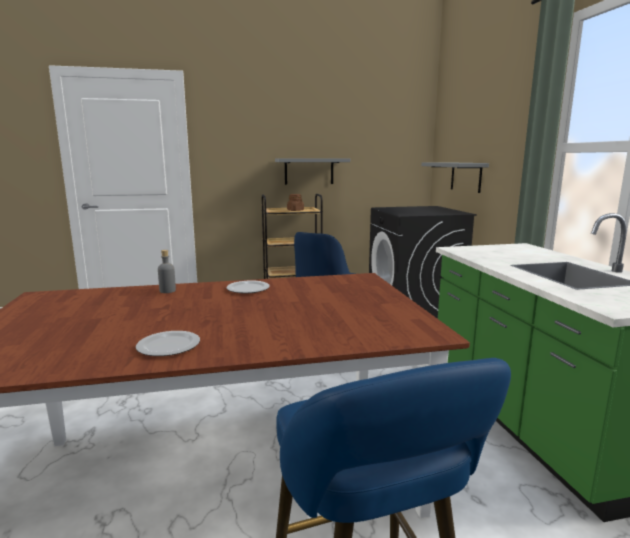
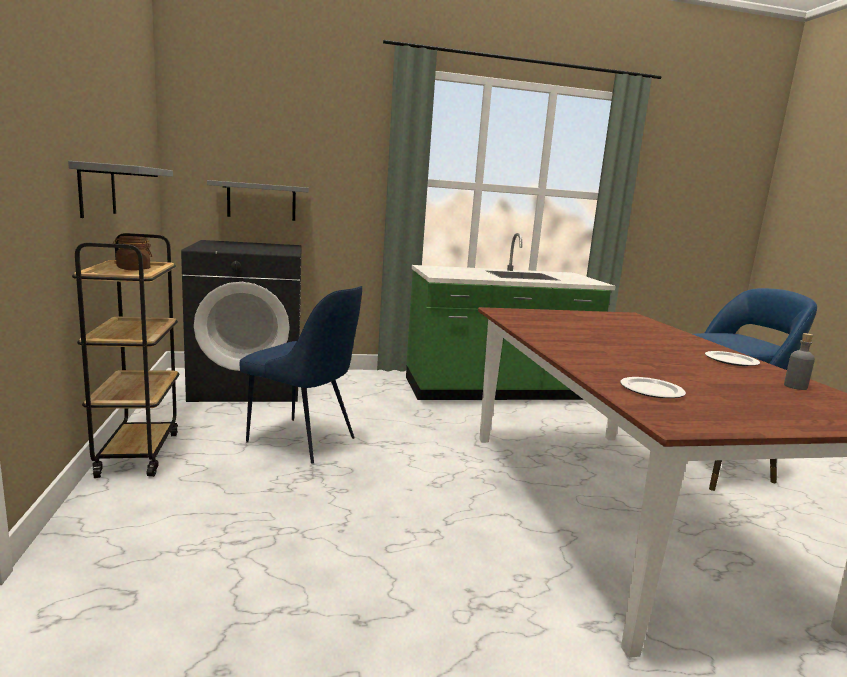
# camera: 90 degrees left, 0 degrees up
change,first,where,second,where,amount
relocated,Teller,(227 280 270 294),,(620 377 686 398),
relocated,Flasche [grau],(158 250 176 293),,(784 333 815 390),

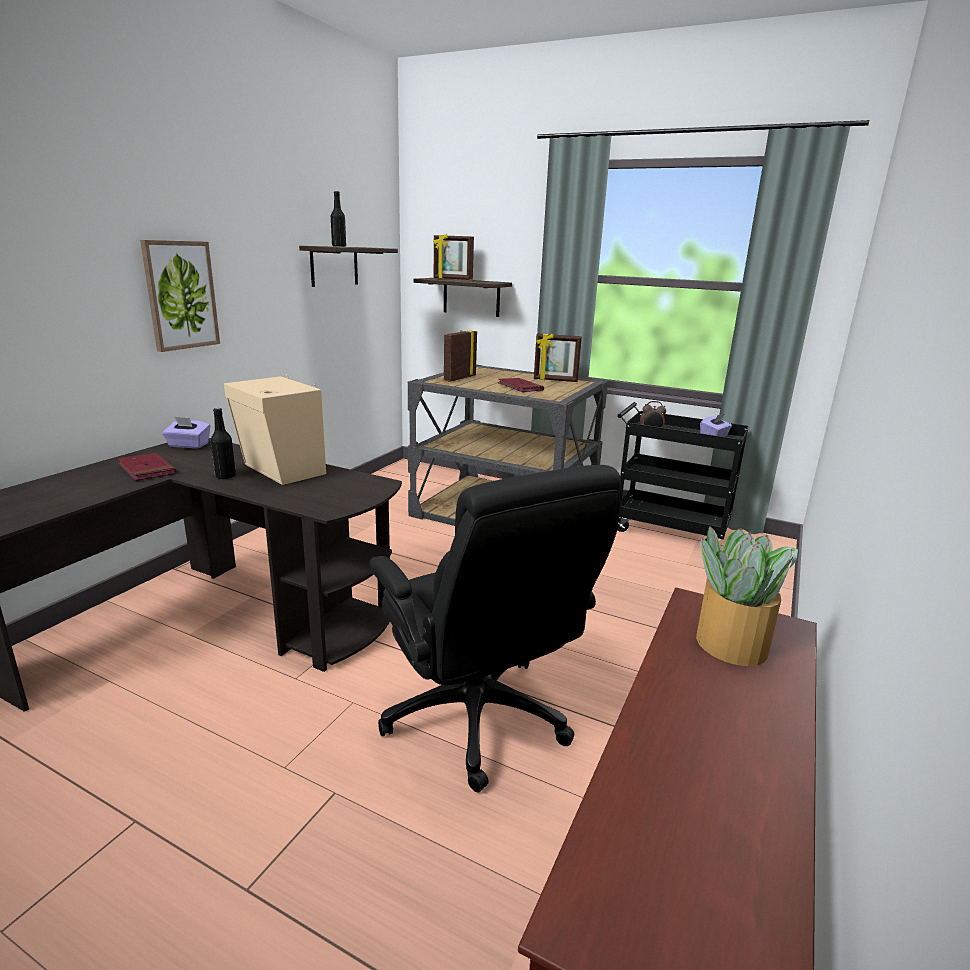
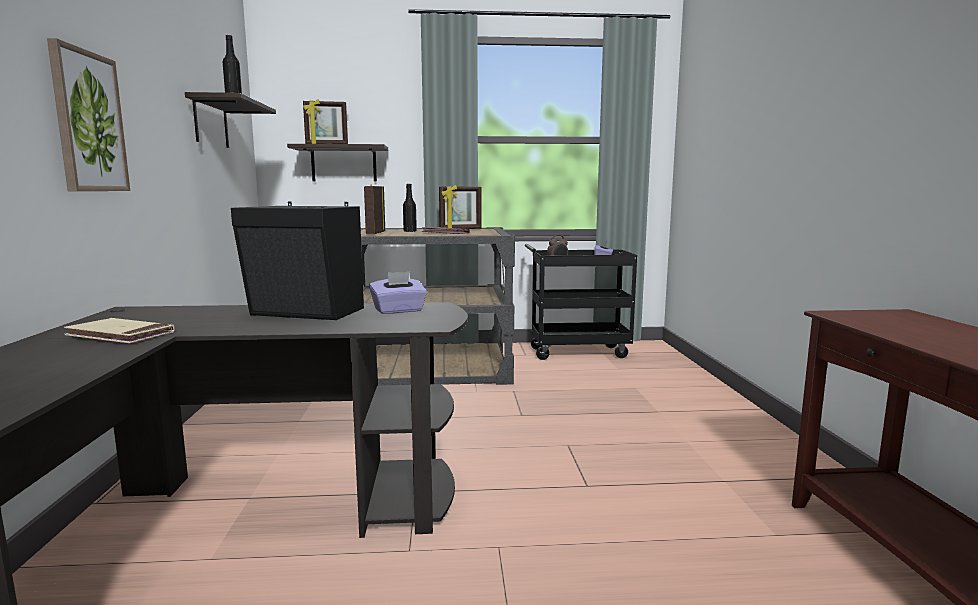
# camera: 30 degrees left, 10 degrees down
change,first,where,second,where,amount
colour,Buch [rot],(118 453 176 481),Buch [beige],(64 318 174 343),
colour,Lautsprecher [beige],(224 374 326 485),Lautsprecher [schwarz],(231 202 364 320),
relocated,Taschentuchbox [lila],(162 416 210 449),,(369 272 427 314),
relocated,Flasche [schwarz],(211 408 236 479),,(403 184 417 232),
missing,Bürostuhl [schwarz],(369 465 621 792),,,
missing,Topfpflanze,(696 526 798 666),,,

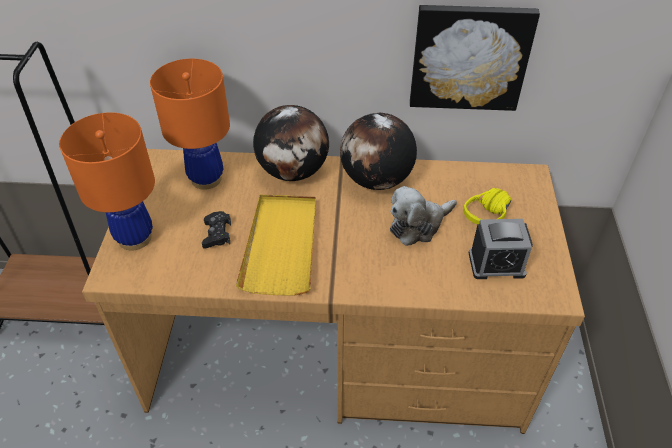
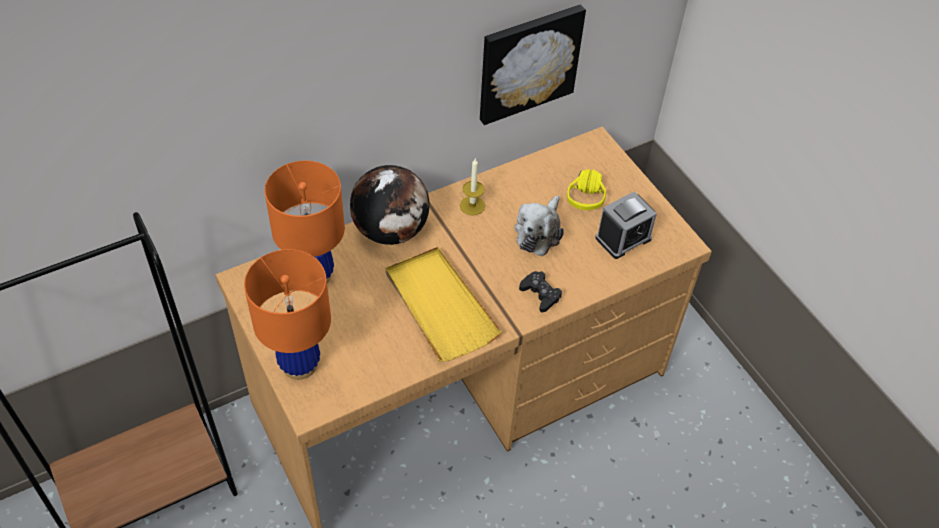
# camera: 35 degrees left, 5 degrees up
change,first,where,second,where,amount
exchanged,Globus,(340 113 417 190),Kerze,(460 159 485 216),
relocated,Gamepad [schwarz],(202 211 231 248),,(519 271 562 312),

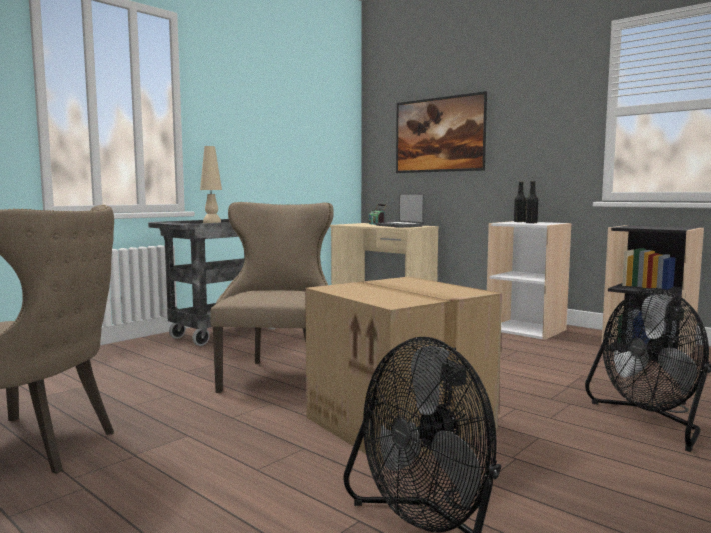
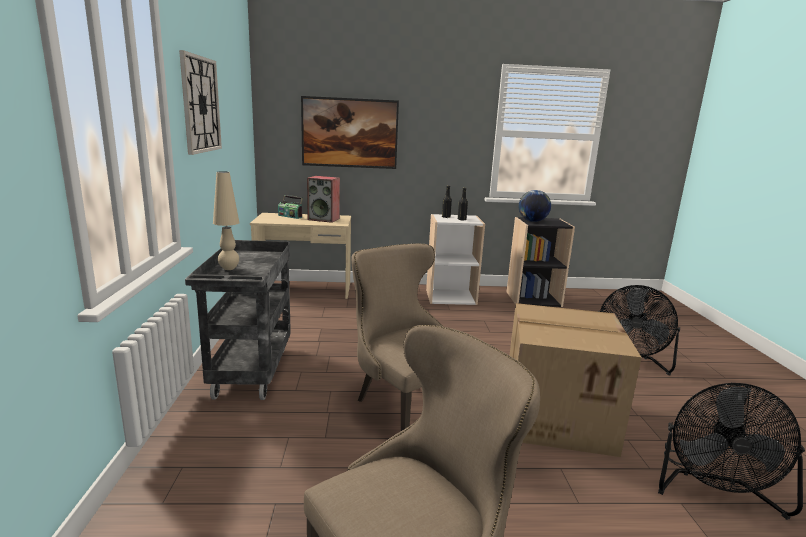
# camera: 45 degrees left, 10 degrees up
change,first,where,second,where,amount
appeared,,,Wanduhr,(179 50 222 155),
exchanged,Laptop,(376 194 425 228),Lautsprecher,(307 176 340 223),
appeared,,,Globus,(519 190 551 222),

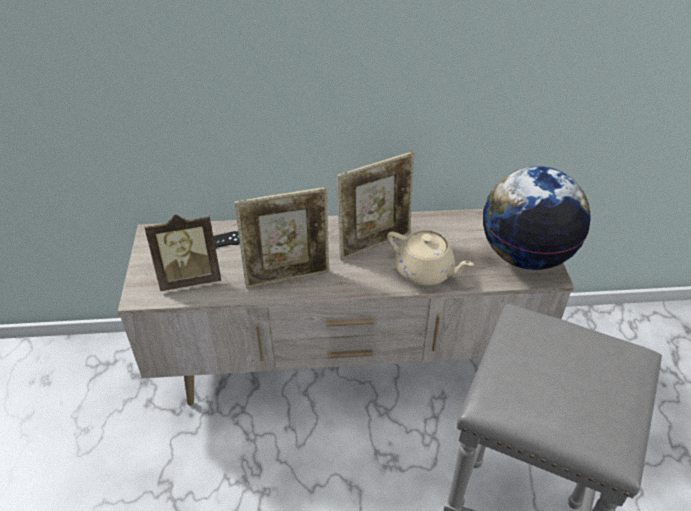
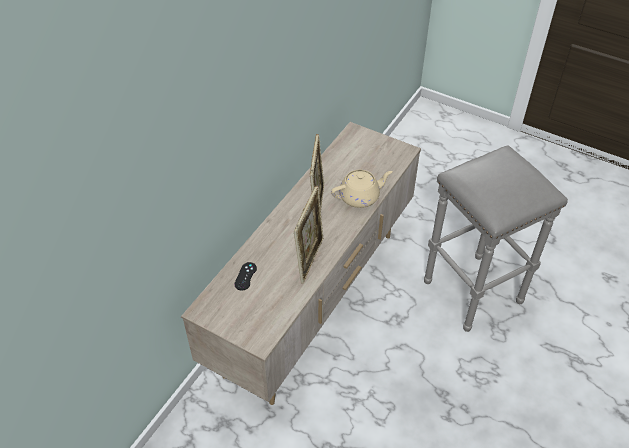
# camera: 55 degrees left, 5 degrees up
change,first,where,second,where,amount
missing,Bilderrahmen,(145 214 221 291),,,
missing,Globus,(483 166 591 270),,,

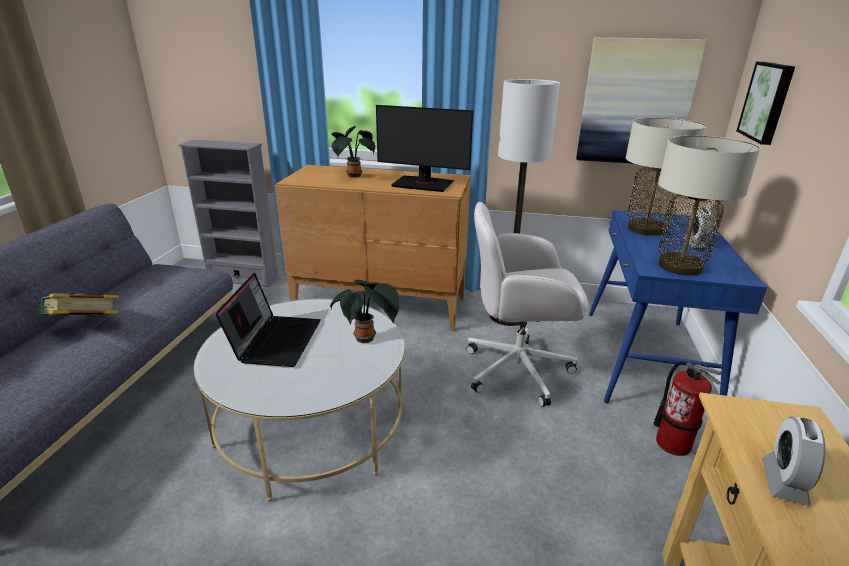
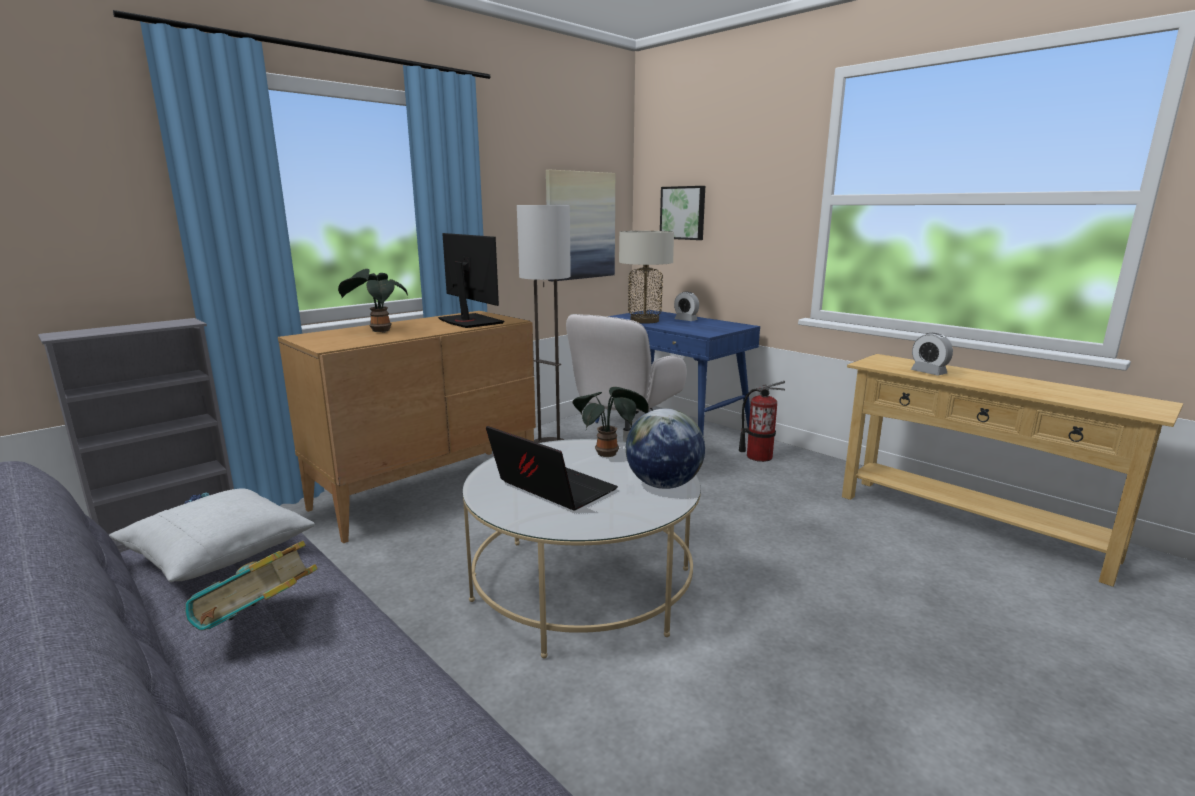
# camera: 55 degrees left, 10 degrees down
change,first,where,second,where,amount
appeared,,,Kissen [grau],(109 488 315 582),
spun,Monitor,(376 105 473 192),,(438 233 505 328),90 degrees counterclockwise
appeared,,,Globus,(626 408 705 489),
missing,Tischlampe,(658 135 761 275),,,

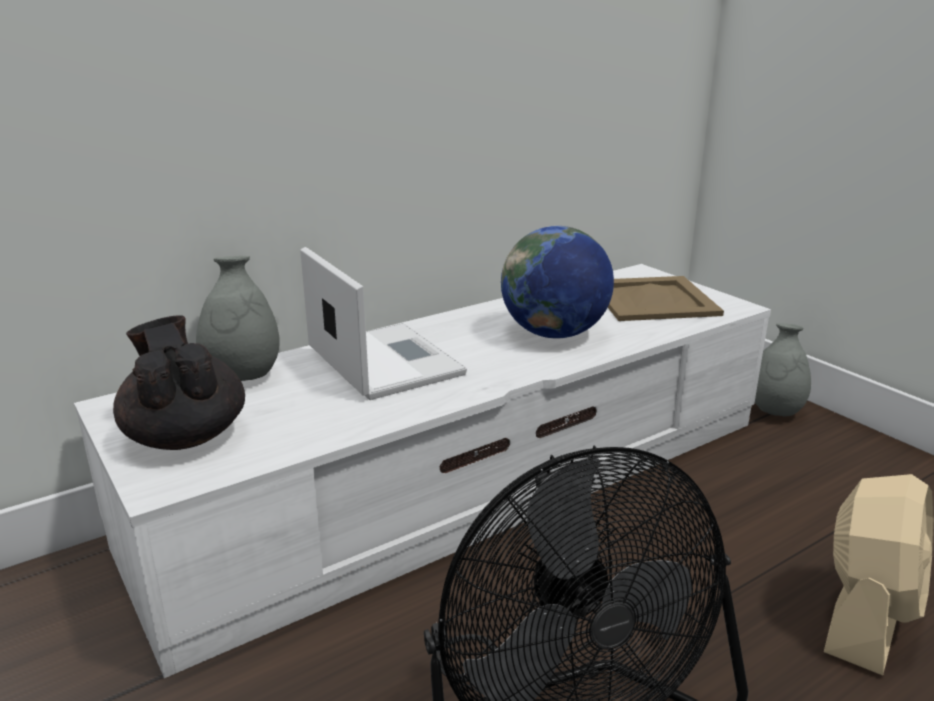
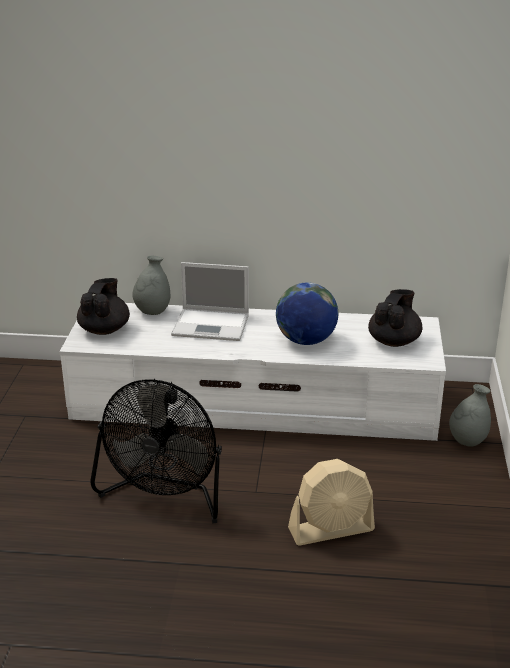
# camera: 40 degrees right, 5 degrees up
change,first,where,second,where,amount
spun,Laptop,(300 247 467 400),,(171 262 249 341),90 degrees clockwise
exchanged,Tablett [beige],(608 276 724 321),Teekanne [schwarz],(368 289 422 347),

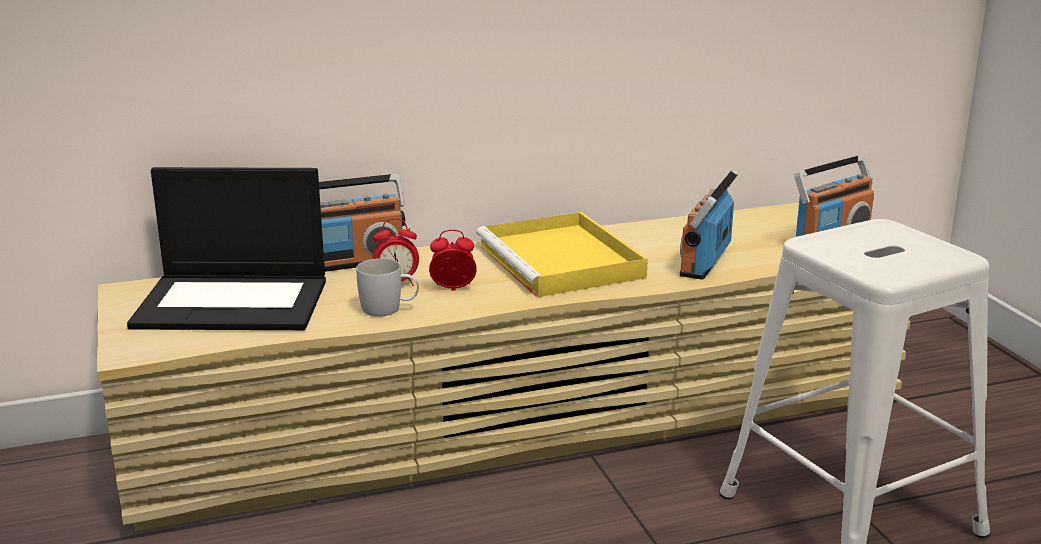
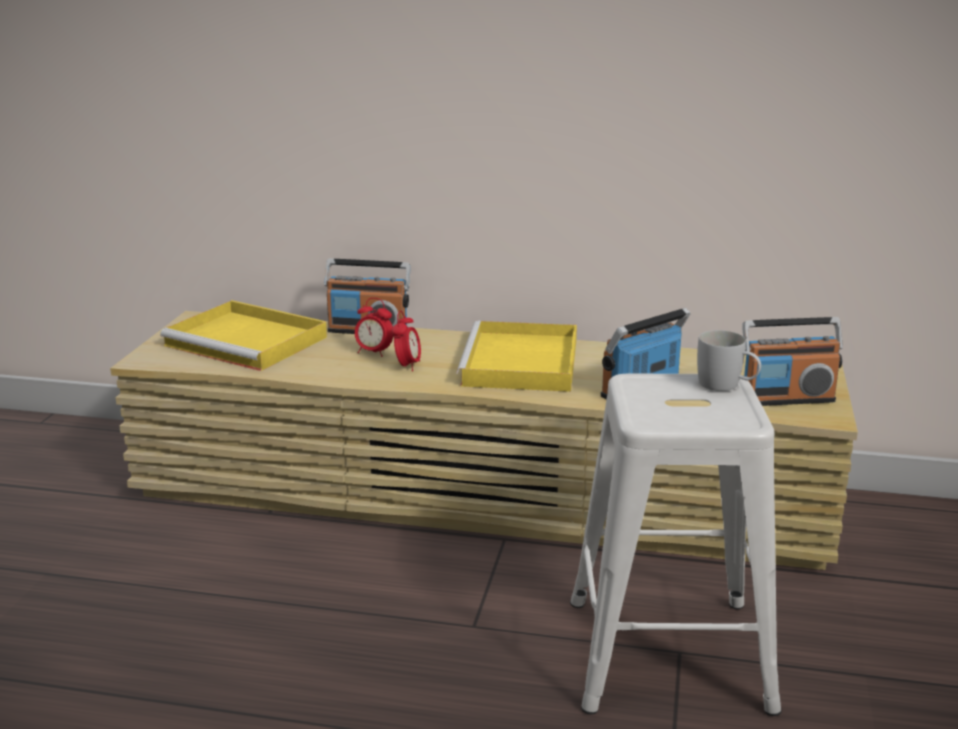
# camera: 30 degrees right, 0 degrees up
change,first,where,second,where,amount
exchanged,Laptop,(127 167 326 330),Tablett [gelb],(160 300 327 371),
spun,Wecker,(429 230 477 291),,(392 311 421 371),75 degrees clockwise
relocated,Henkelbecher [weiß],(356 258 419 317),,(697 330 761 391),

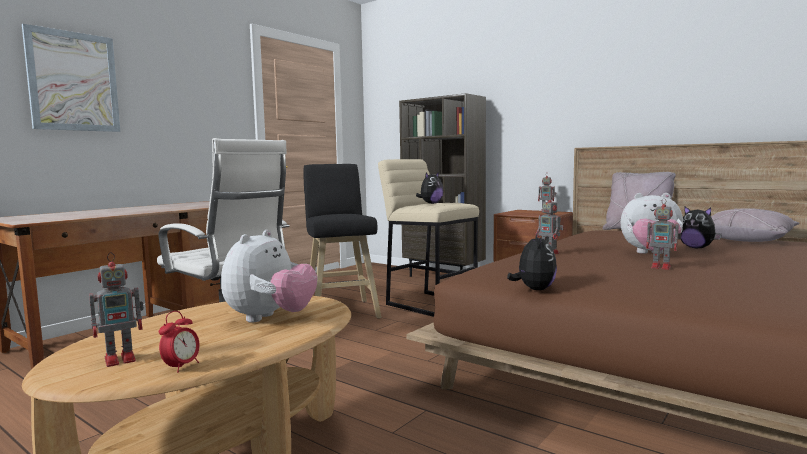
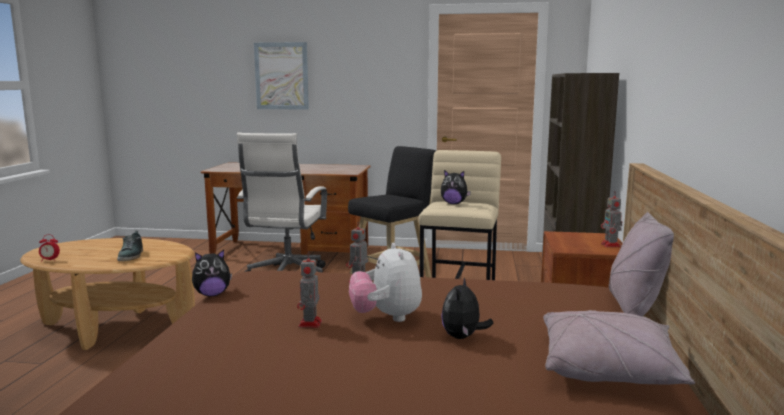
# camera: 60 degrees right, 5 degrees up
change,first,where,second,where,amount
exchanged,Plüschtier,(221 230 317 323),Schuh,(117 231 143 261),
missing,Spielzeugroboter,(89 252 144 367),,,

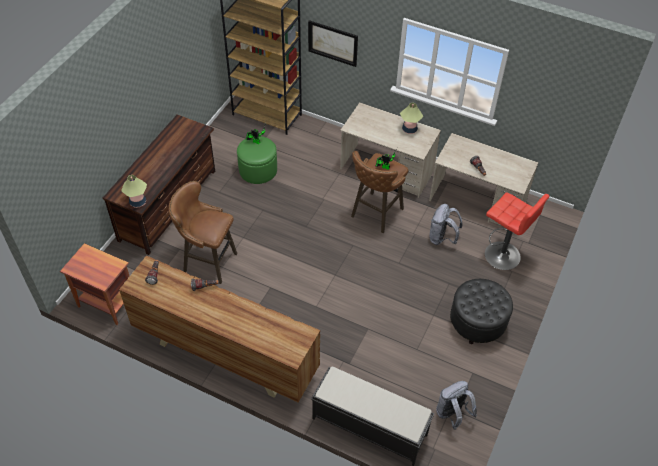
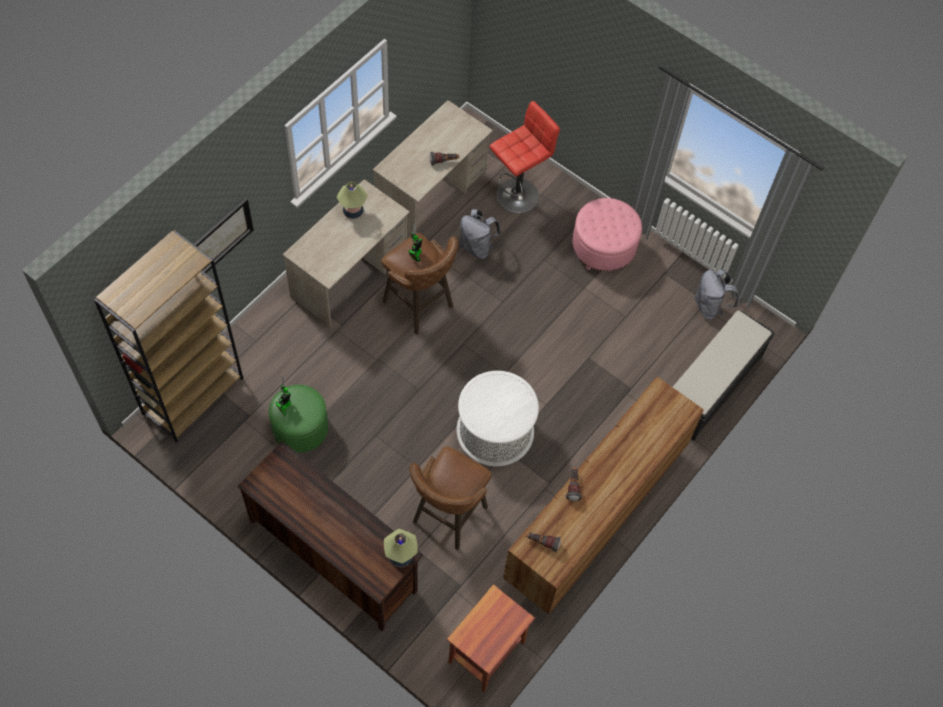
# camera: 80 degrees left, 10 degrees up
change,first,where,second,where,amount
appeared,,,Couchtisch [weiß],(456 371 539 466),
colour,Polsterhocker [schwarz],(450 279 513 344),Polsterhocker [rosa],(572 198 642 271),

